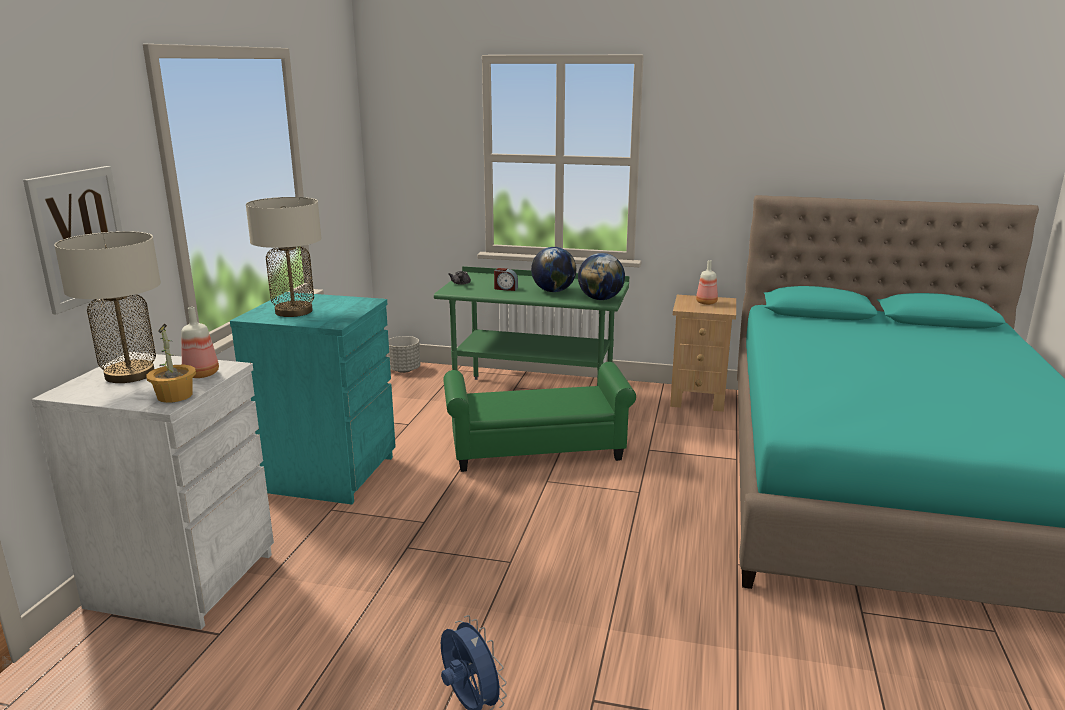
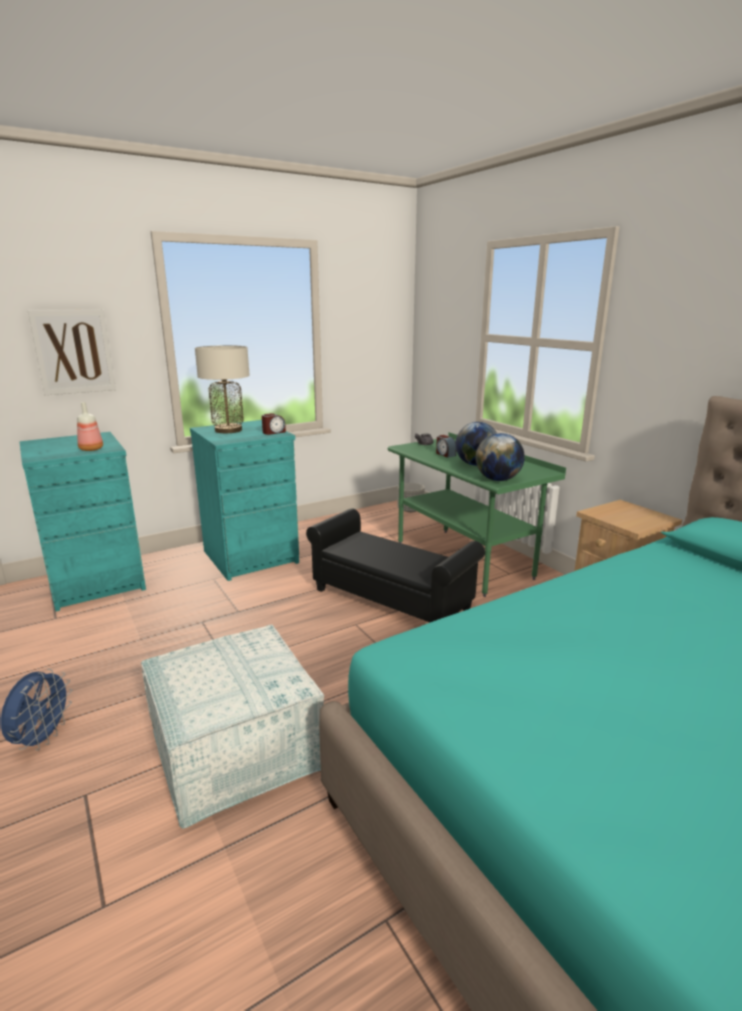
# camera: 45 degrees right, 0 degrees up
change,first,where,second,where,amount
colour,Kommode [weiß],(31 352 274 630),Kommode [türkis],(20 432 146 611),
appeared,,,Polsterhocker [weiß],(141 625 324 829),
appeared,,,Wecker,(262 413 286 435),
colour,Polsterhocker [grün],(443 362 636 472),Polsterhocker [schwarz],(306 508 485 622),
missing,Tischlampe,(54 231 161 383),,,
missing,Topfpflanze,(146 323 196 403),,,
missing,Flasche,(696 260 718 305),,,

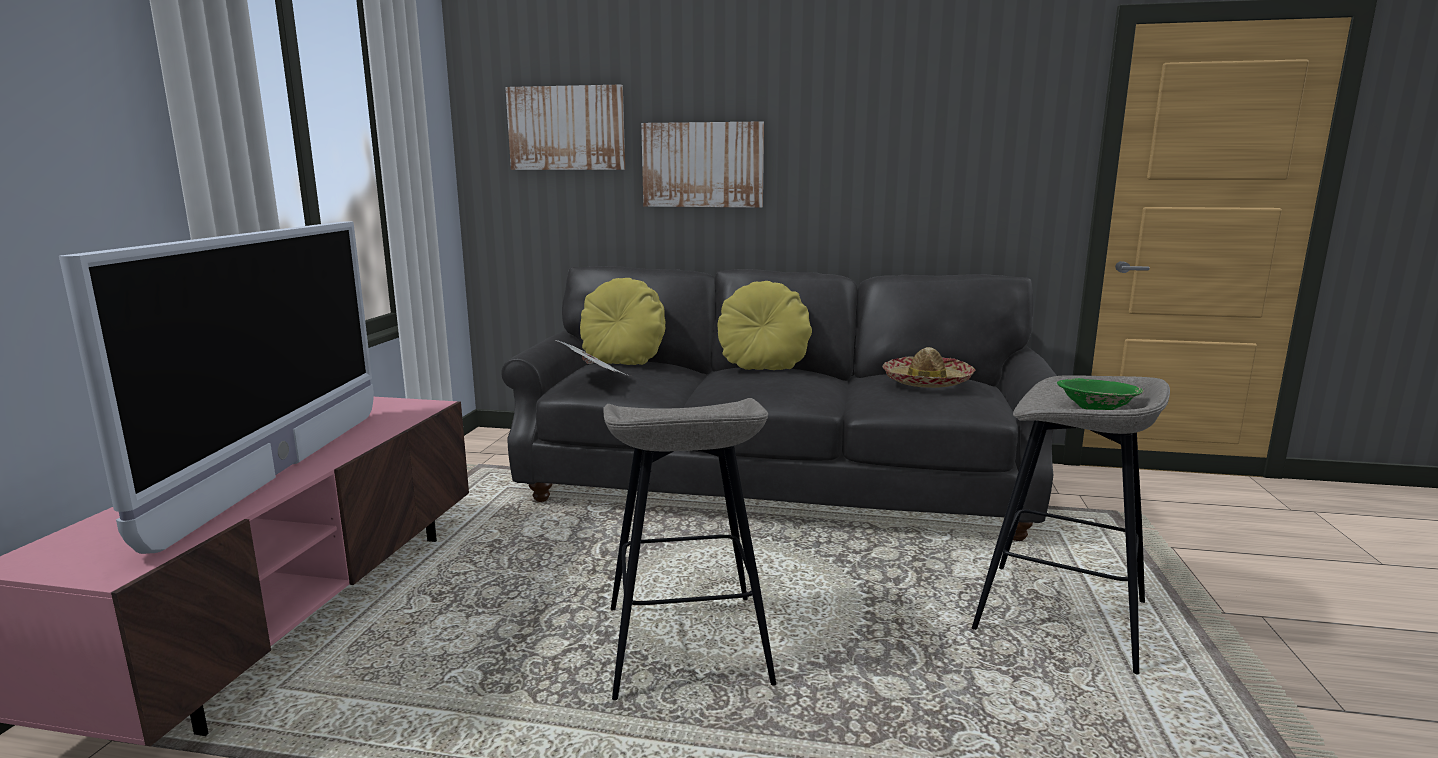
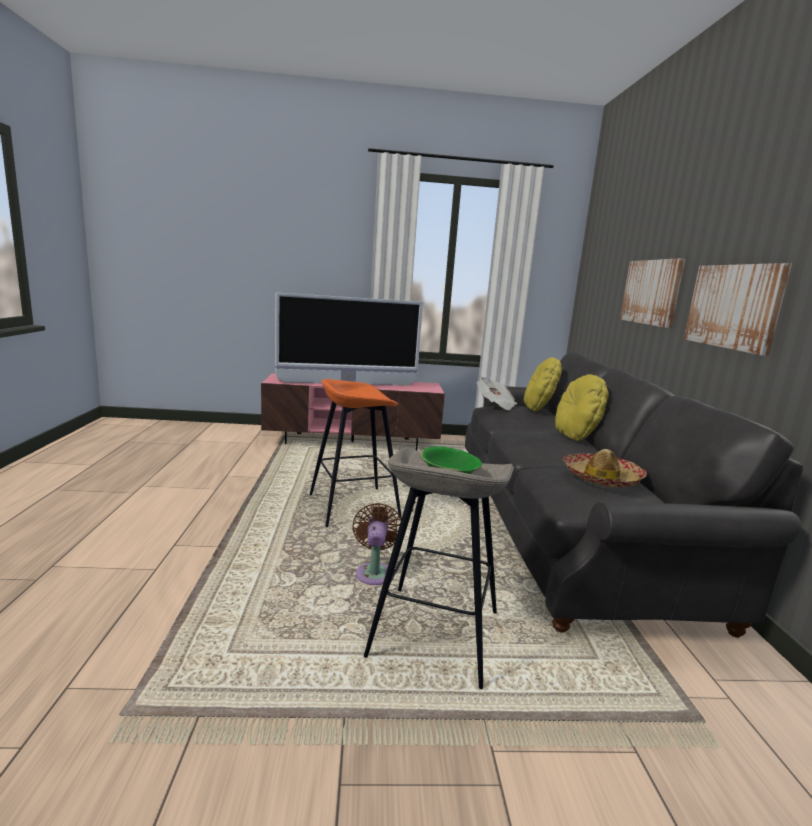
# camera: 75 degrees right, 0 degrees up
change,first,where,second,where,amount
colour,Hocker [grau],(603 398 776 700),Hocker [orange],(310 379 402 527),
appeared,,,Ventilator [braun],(352 503 401 585),
relocated,Bild,(505 84 625 170),,(684 263 792 356),

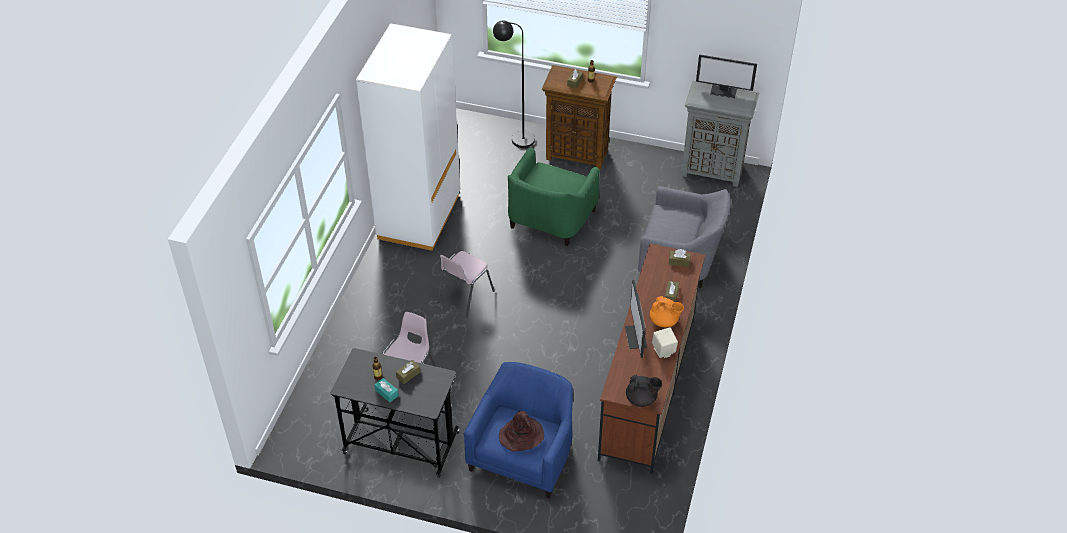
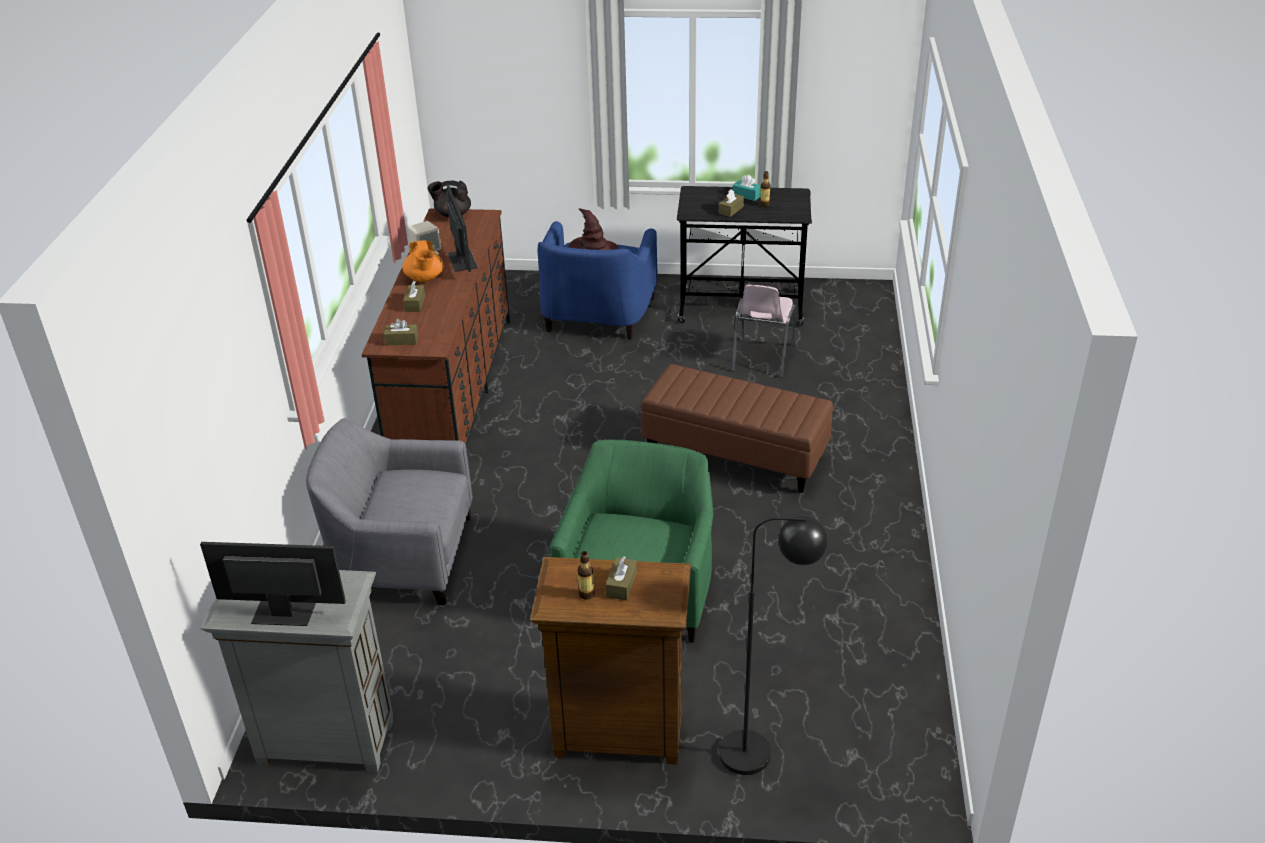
# camera: 170 degrees right, 10 degrees down
change,first,where,second,where,amount
spun,Teekanne [orange],(650 296 684 327),,(402 240 444 282),120 degrees counterclockwise
exchanged,Stuhl [rosa],(438 251 495 318),Polsterhocker [braun],(641 364 833 493),
missing,Kleiderschrank [weiß],(356 23 461 251),,,

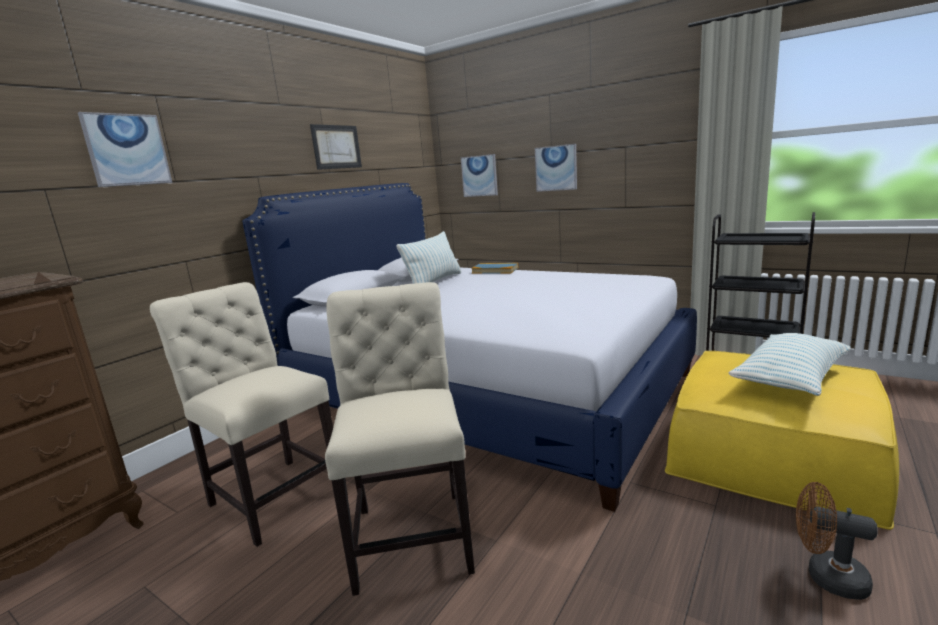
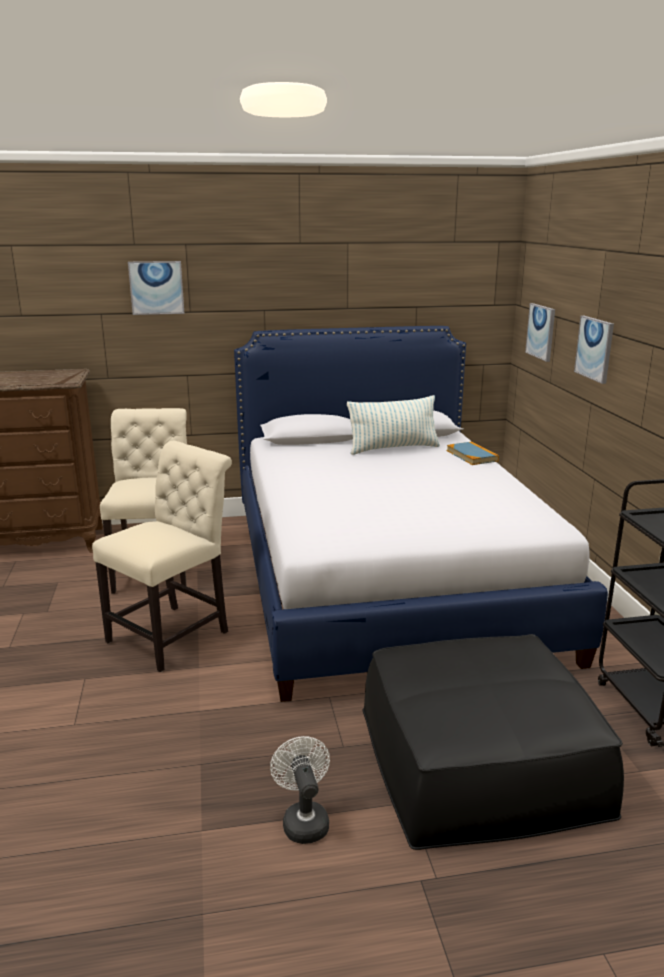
# camera: 45 degrees right, 5 degrees up
change,first,where,second,where,amount
colour,Ventilator [braun],(796 482 878 600),Ventilator [weiß],(270 736 330 844),
colour,Polsterhocker [gelb],(665 351 899 530),Polsterhocker [schwarz],(363 634 624 850),
missing,Bild,(310 124 362 170),,,
missing,Kissen,(729 333 851 396),,,

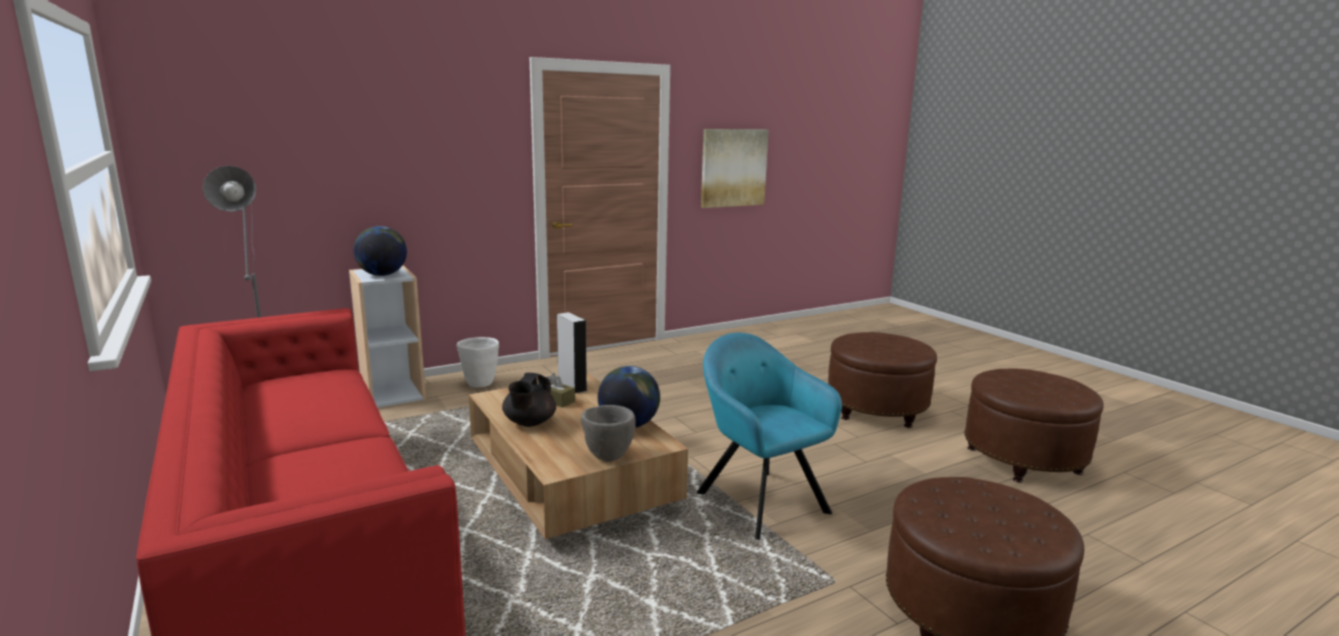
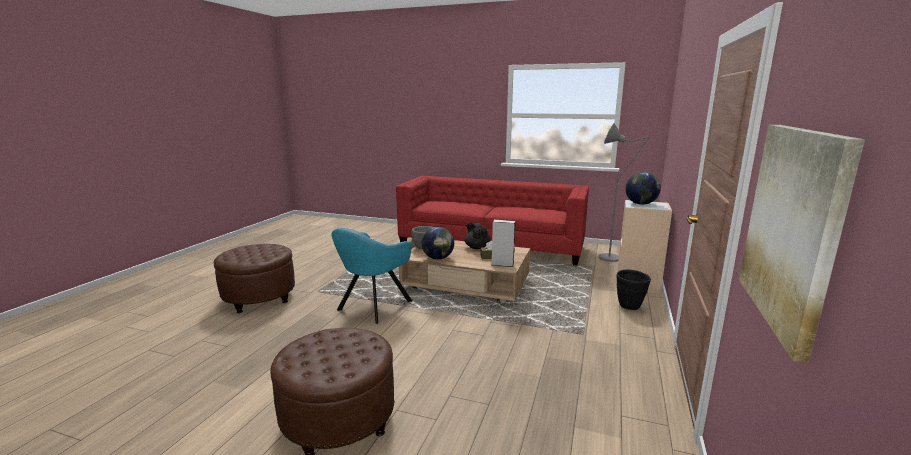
# camera: 140 degrees right, 0 degrees up
change,first,where,second,where,amount
spun,Sessel [türkis],(696 333 842 540),,(331 228 412 324),105 degrees clockwise
colour,Pflanzkübel [weiß],(457 337 499 387),Pflanzkübel [schwarz],(617 270 651 310),
missing,Polsterhocker [braun],(965 369 1104 483),,,

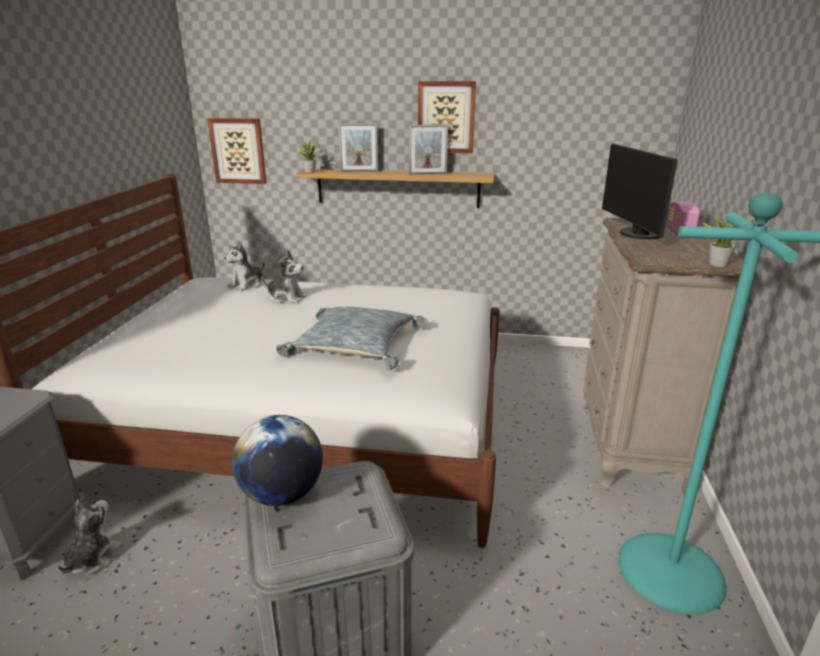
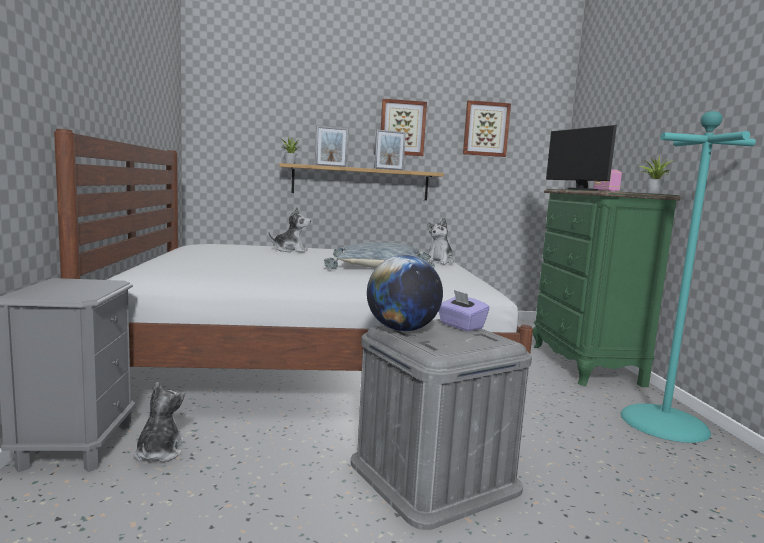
# camera: 15 degrees left, 15 degrees down
change,first,where,second,where,amount
relocated,Plüschtier,(224 241 265 291),,(426 218 454 265),
appeared,,,Taschentuchbox [lila],(439 290 490 331),
relocated,Bild,(207 118 266 184),,(463 100 511 157),
colour,Kommode [beige],(583 218 757 496),Kommode [grün],(533 189 681 387),

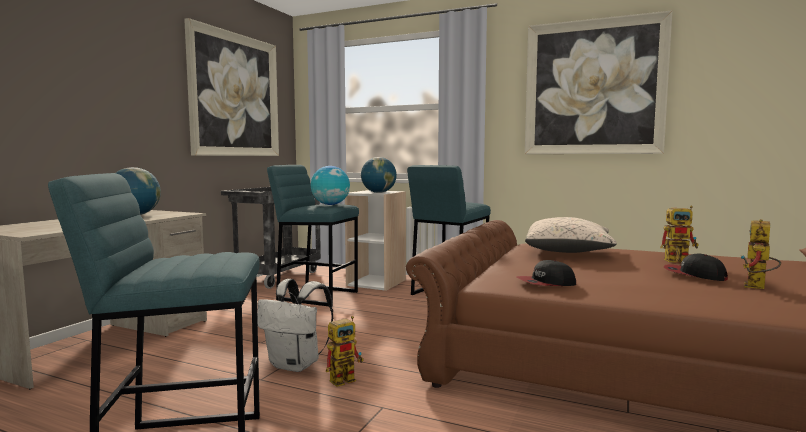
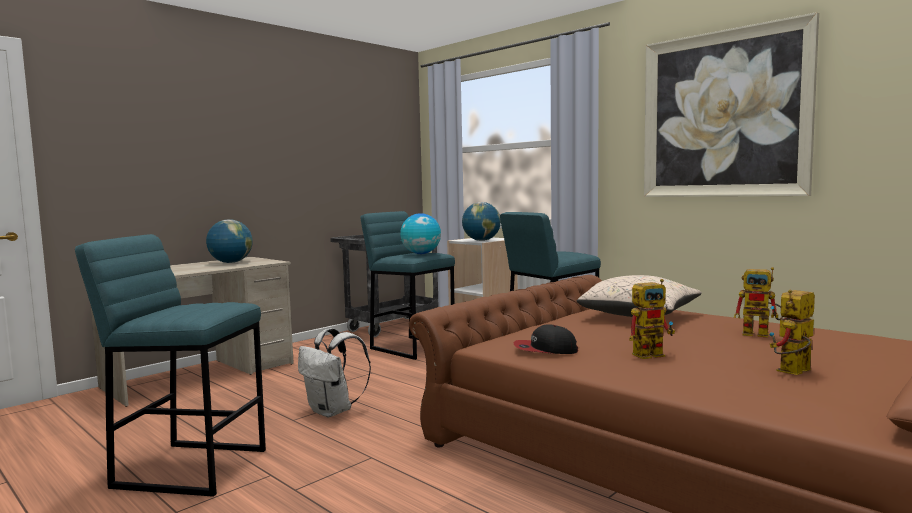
# camera: 20 degrees right, 0 degrees up
change,first,where,second,where,amount
relocated,Spielzeugroboter,(326 316 364 387),,(629 279 675 359),
missing,Bild,(184 18 279 156),,,
missing,Kappe,(664 254 728 281),,,

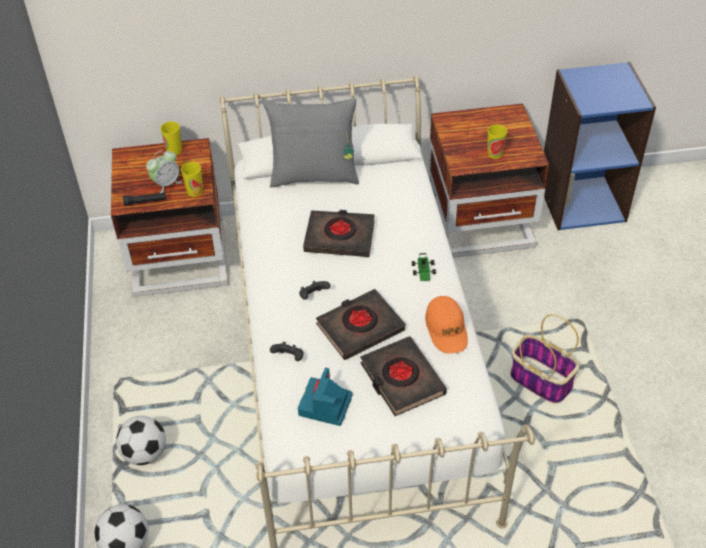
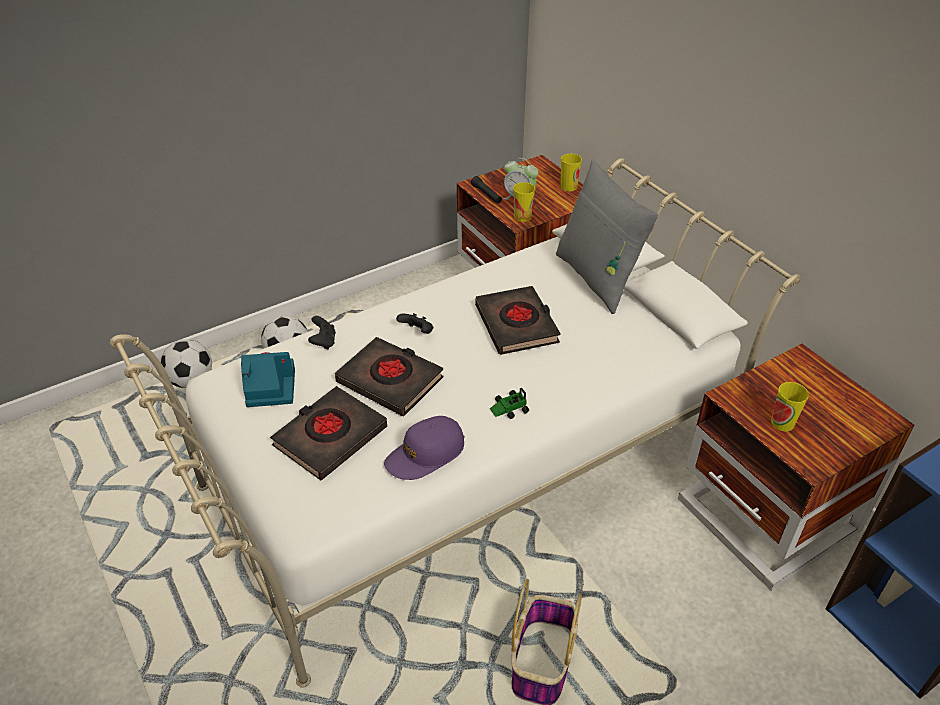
# camera: 65 degrees right, 5 degrees down
change,first,where,second,where,amount
colour,Kappe [orange],(425 296 468 353),Kappe [lila],(384 416 464 480),

